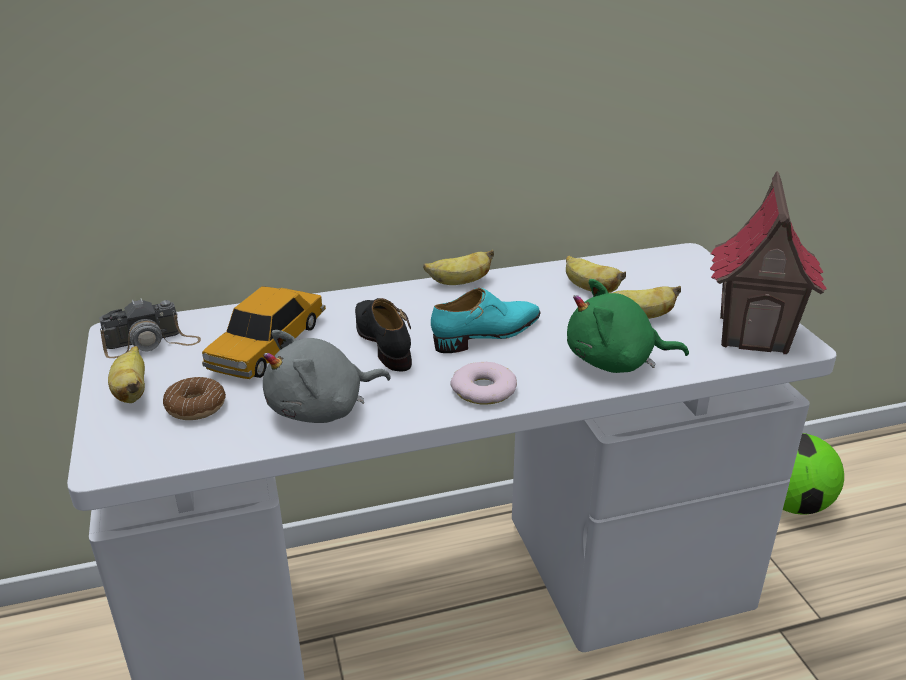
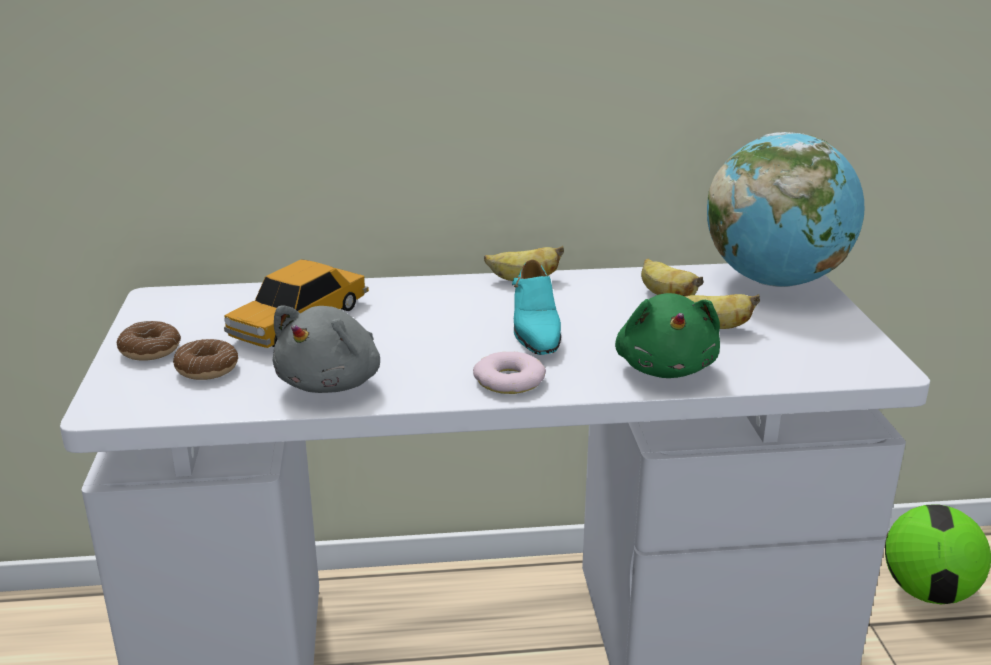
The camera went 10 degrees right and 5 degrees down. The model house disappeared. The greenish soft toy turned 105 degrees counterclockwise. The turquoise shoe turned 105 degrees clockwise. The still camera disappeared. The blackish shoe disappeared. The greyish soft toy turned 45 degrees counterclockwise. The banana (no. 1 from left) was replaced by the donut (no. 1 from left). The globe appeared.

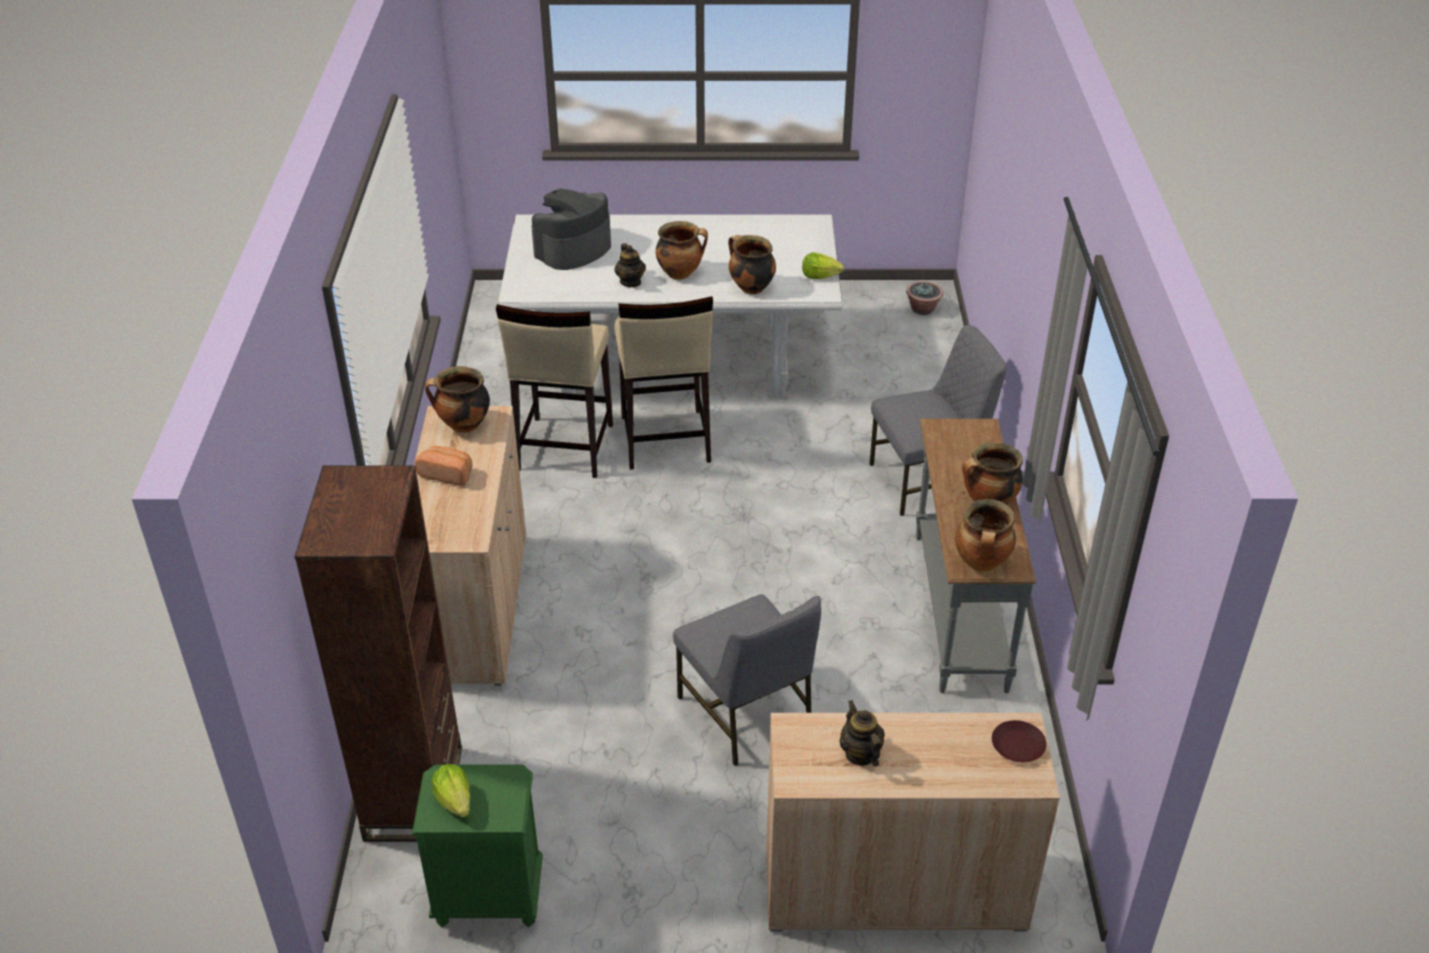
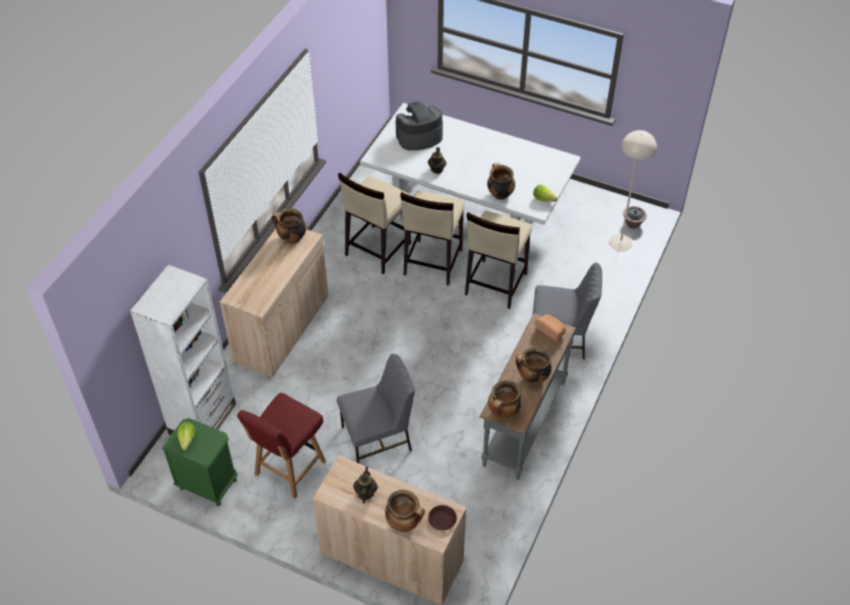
The camera went 25 degrees right and 10 degrees up. The cooking pot (no. 2 from left) moved. The bakery bread moved. The brown-coloured bookshelf became the white bookshelf. The greyish upright chair (no. 1 from left) turned 105 degrees counterclockwise. The beige-coloured floor lamp appeared. The beige-coloured stool (no. 3 from left) appeared. The red-coloured upright chair appeared.

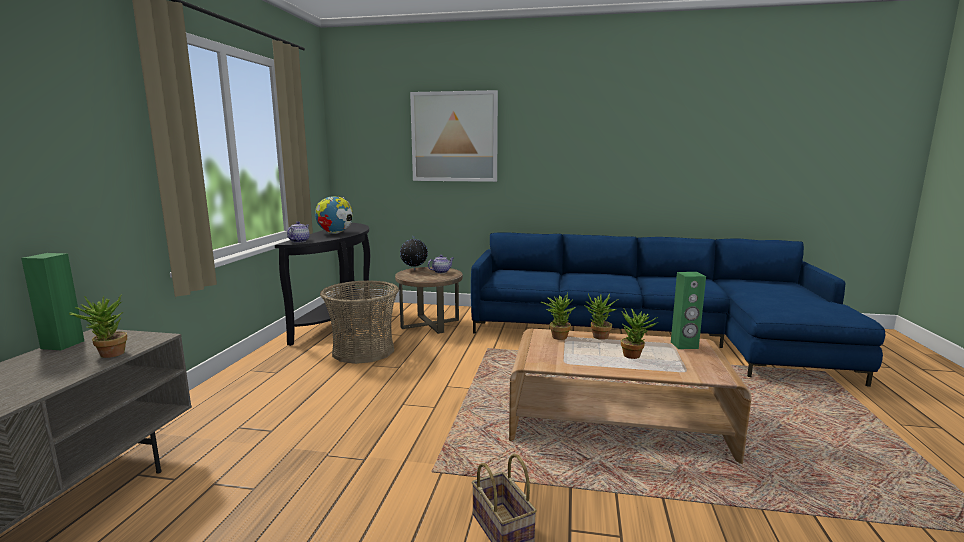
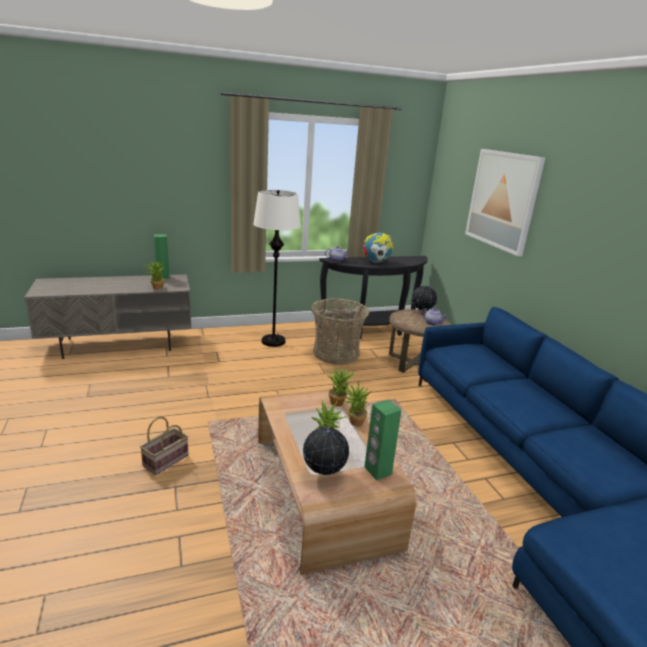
The camera went 60 degrees right and 10 degrees up. The white floor lamp appeared. The globe (no. 1 from left) appeared.

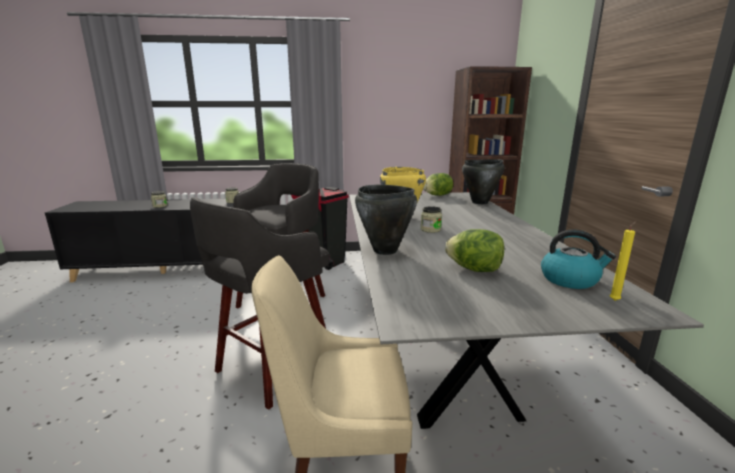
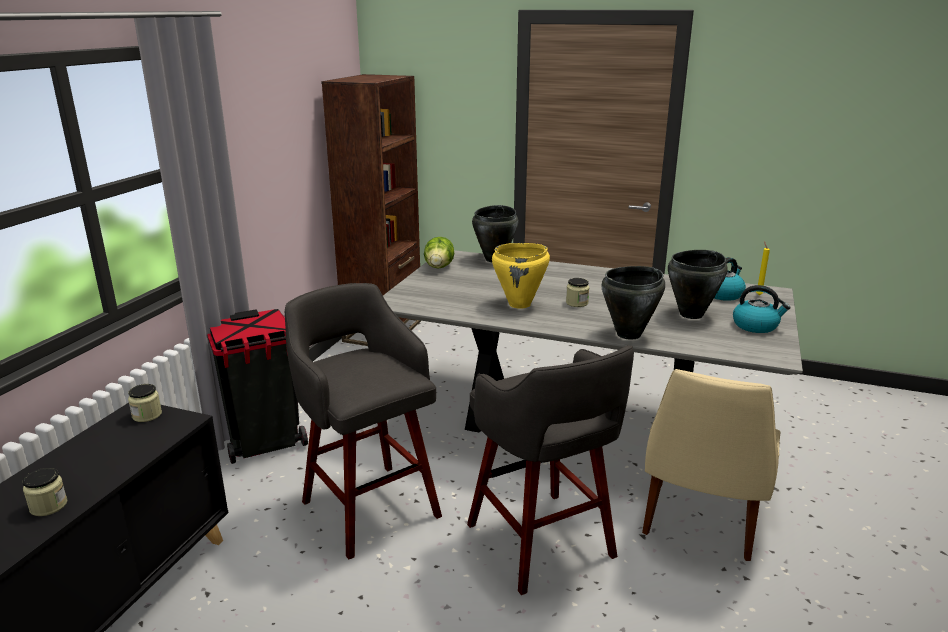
The camera went 65 degrees left and 5 degrees up. The lettuce (no. 2 from left) was replaced by the blackish cooking pot (no. 3 from left). The tea kettle (no. 2 from left) appeared.

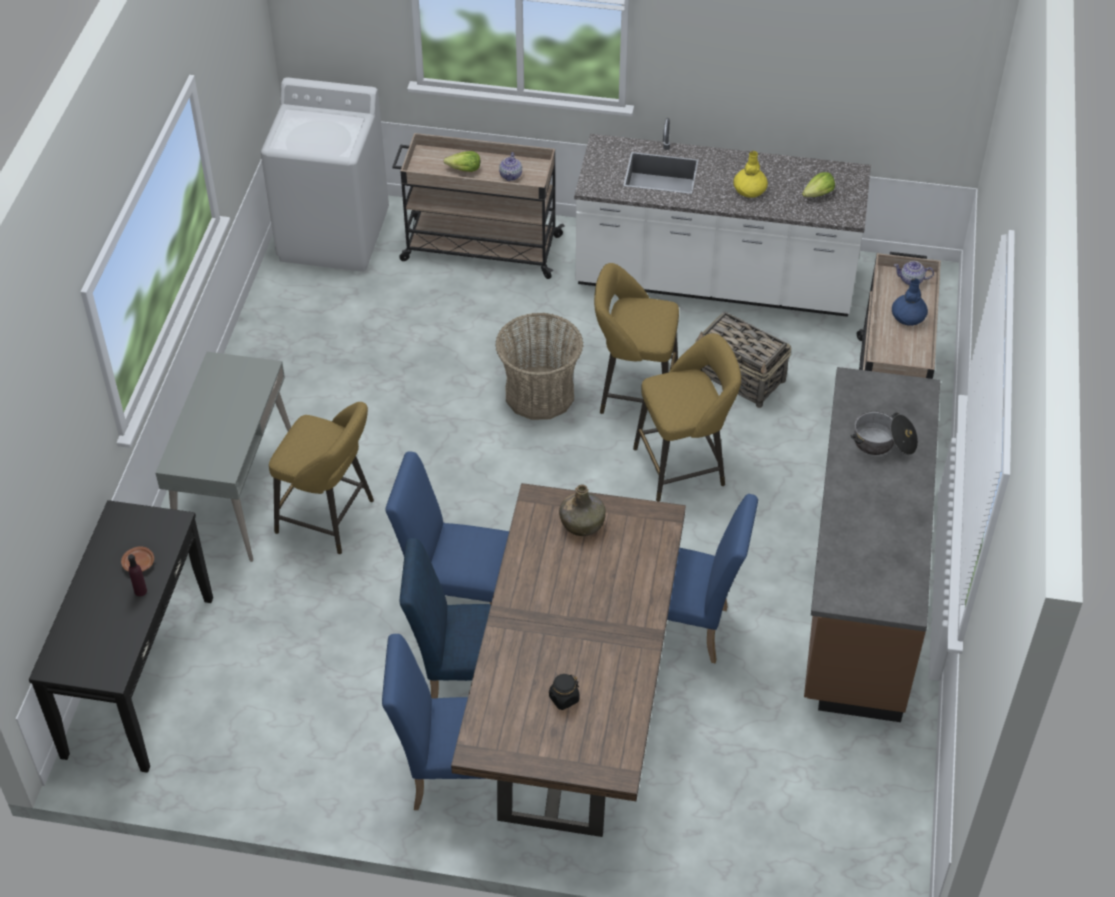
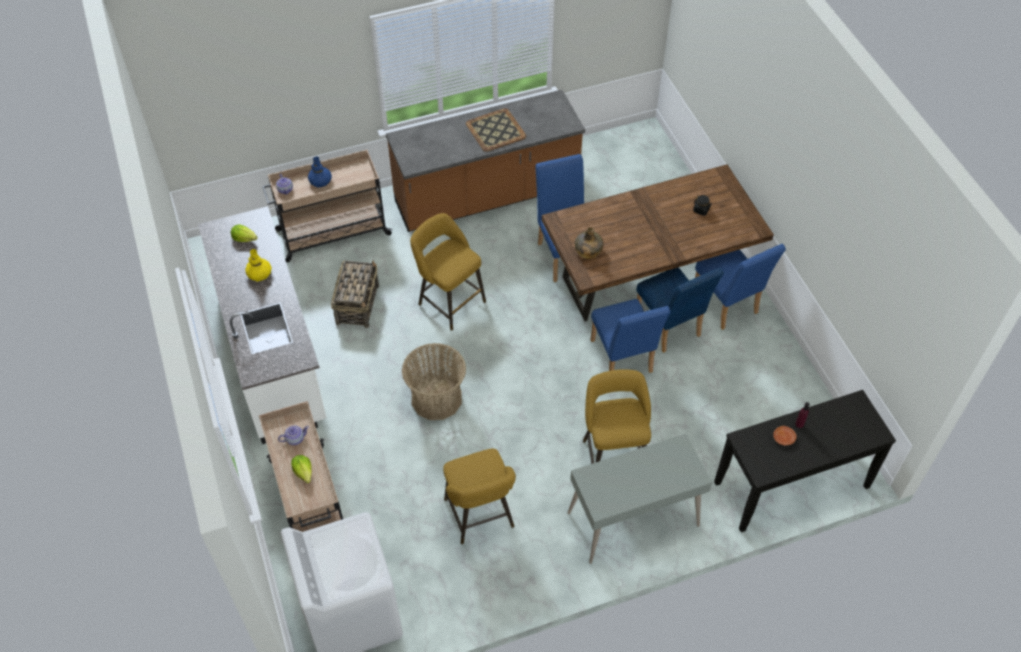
The camera went 120 degrees left and 5 degrees up. The yellow-coloured stool (no. 2 from left) moved. The cooking pot disappeared. The tray appeared.

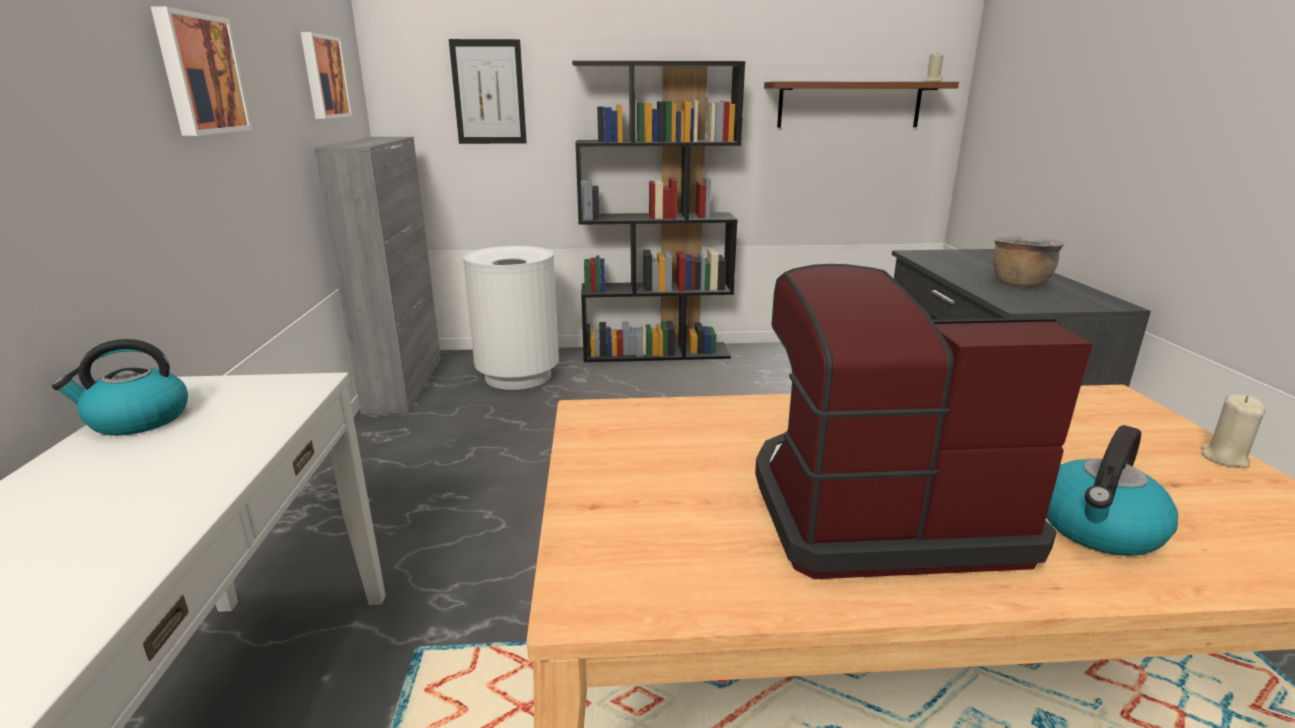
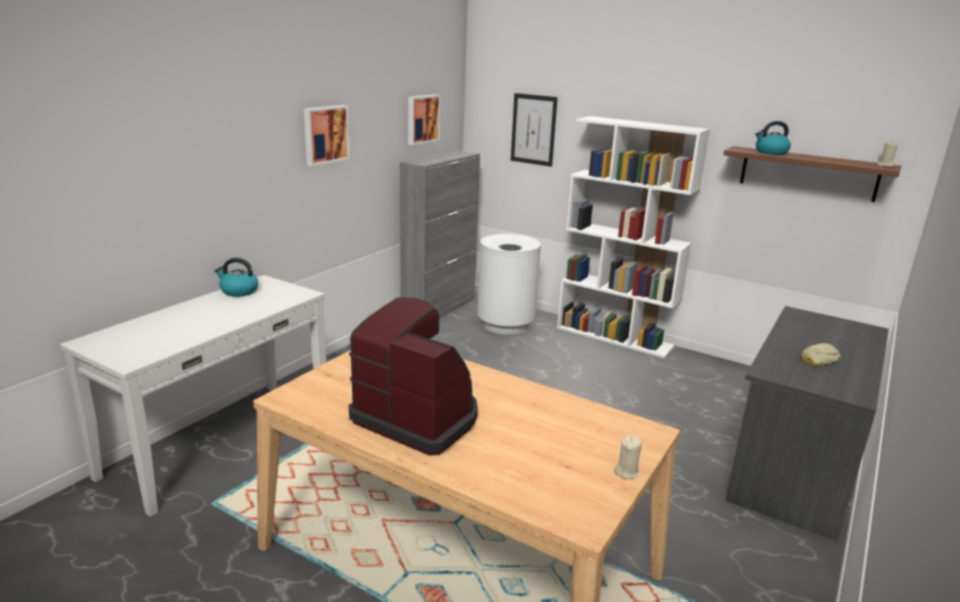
The camera went 35 degrees right and 0 degrees up. The blackish bookshelf became the white bookshelf. The brown-coloured cooking pot was replaced by the bakery bread. The tea kettle (no. 2 from left) moved.

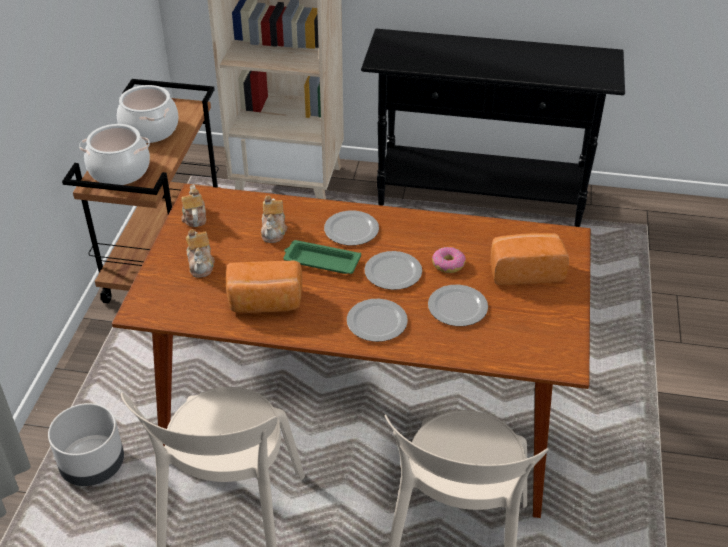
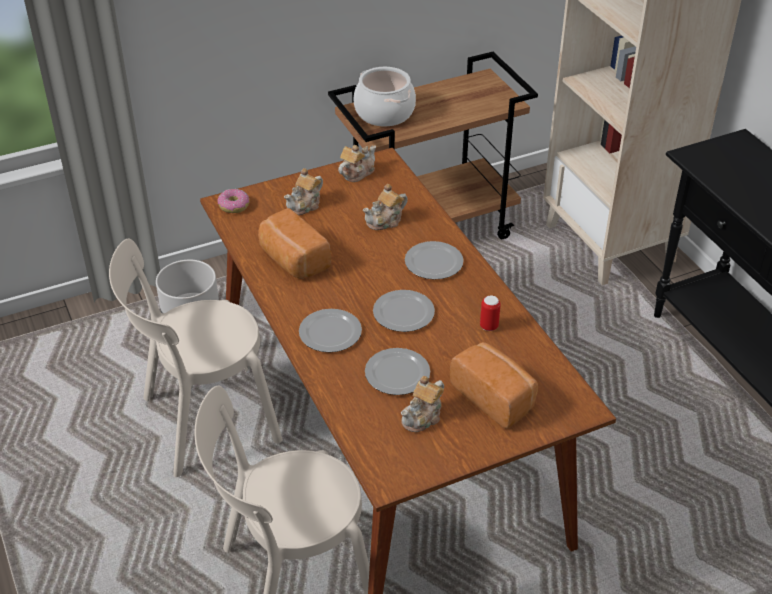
The camera went 55 degrees right and 0 degrees up. The cooking pot (no. 2 from left) disappeared. The greenish tray disappeared. The donut moved. The metal can appeared. The tea pot (no. 4 from left) appeared.

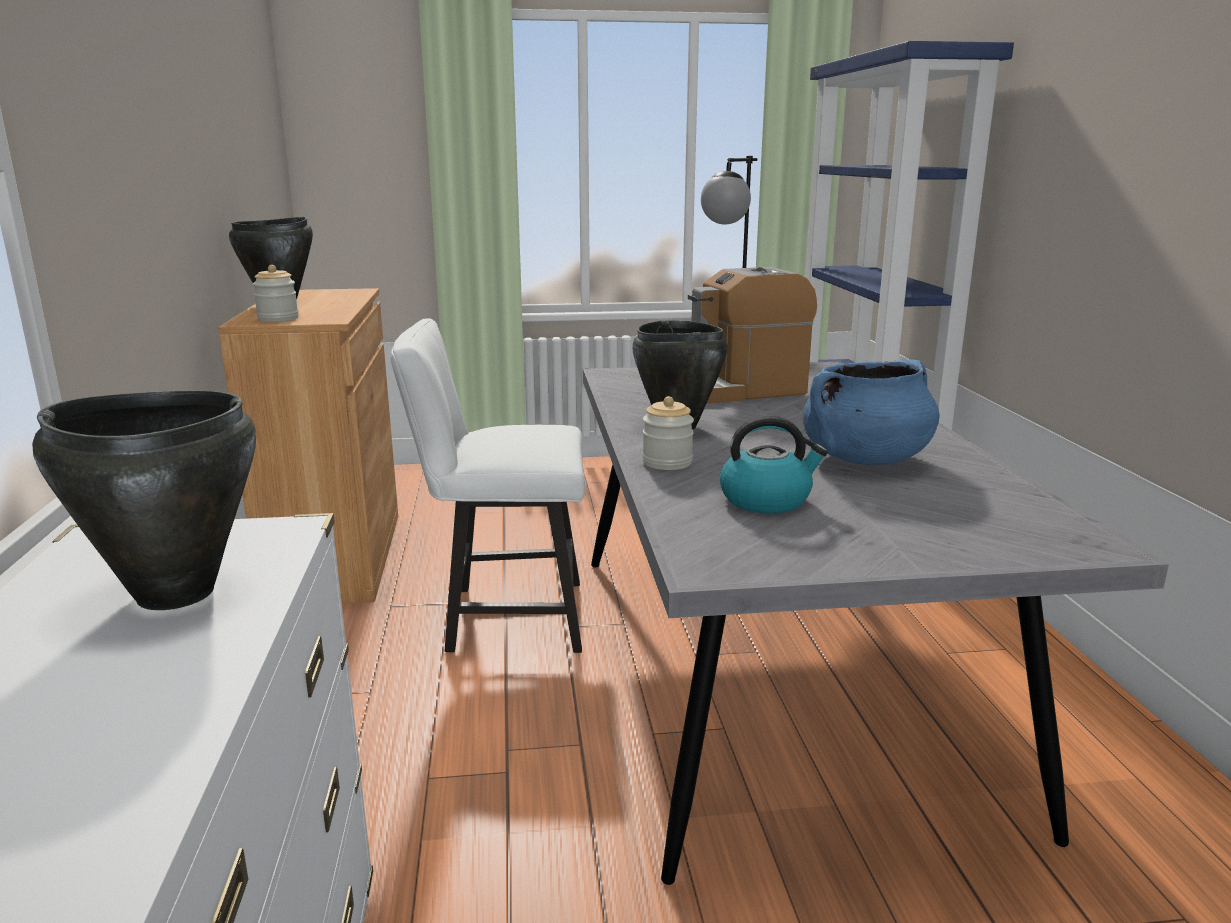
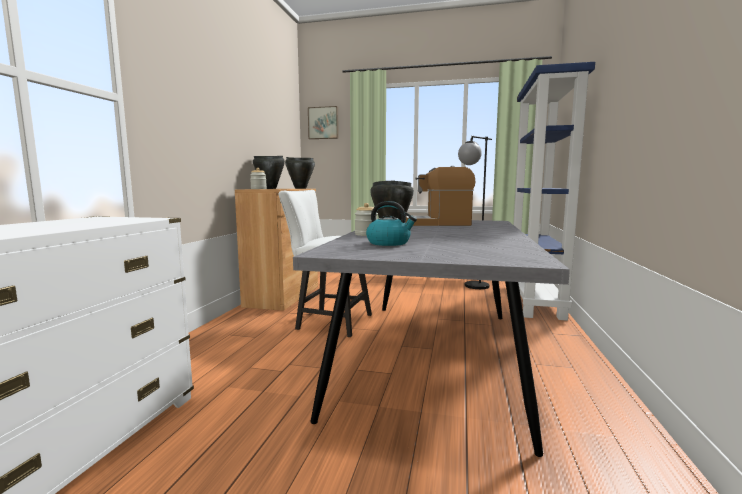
The camera went 20 degrees right and 10 degrees down. The blue-coloured cooking pot disappeared. The blackish cooking pot (no. 1 from left in the first image) moved. The wall art appeared.

